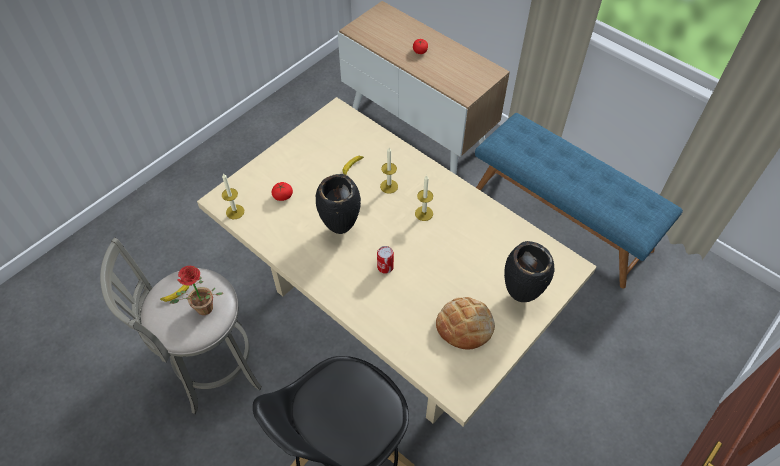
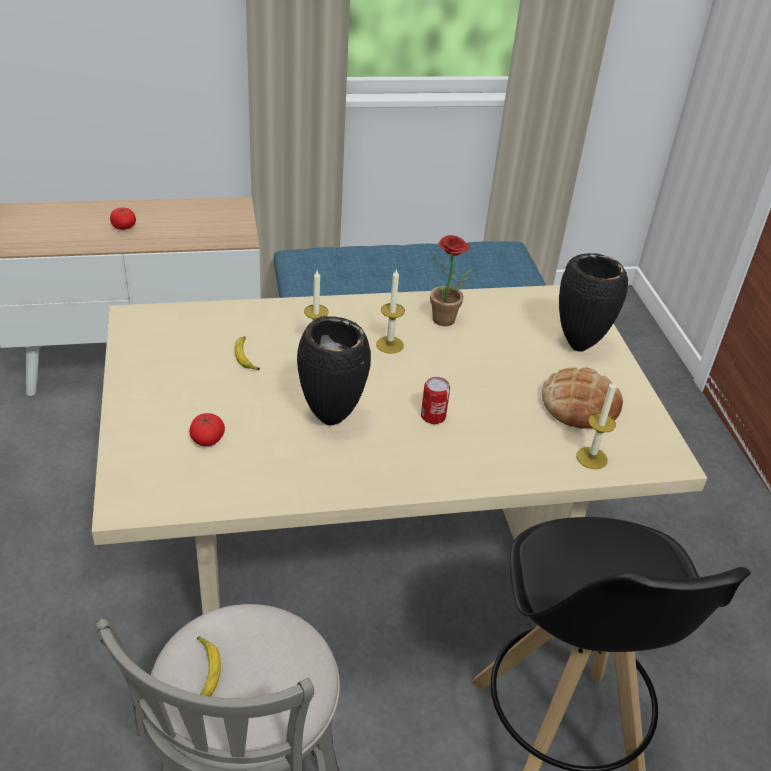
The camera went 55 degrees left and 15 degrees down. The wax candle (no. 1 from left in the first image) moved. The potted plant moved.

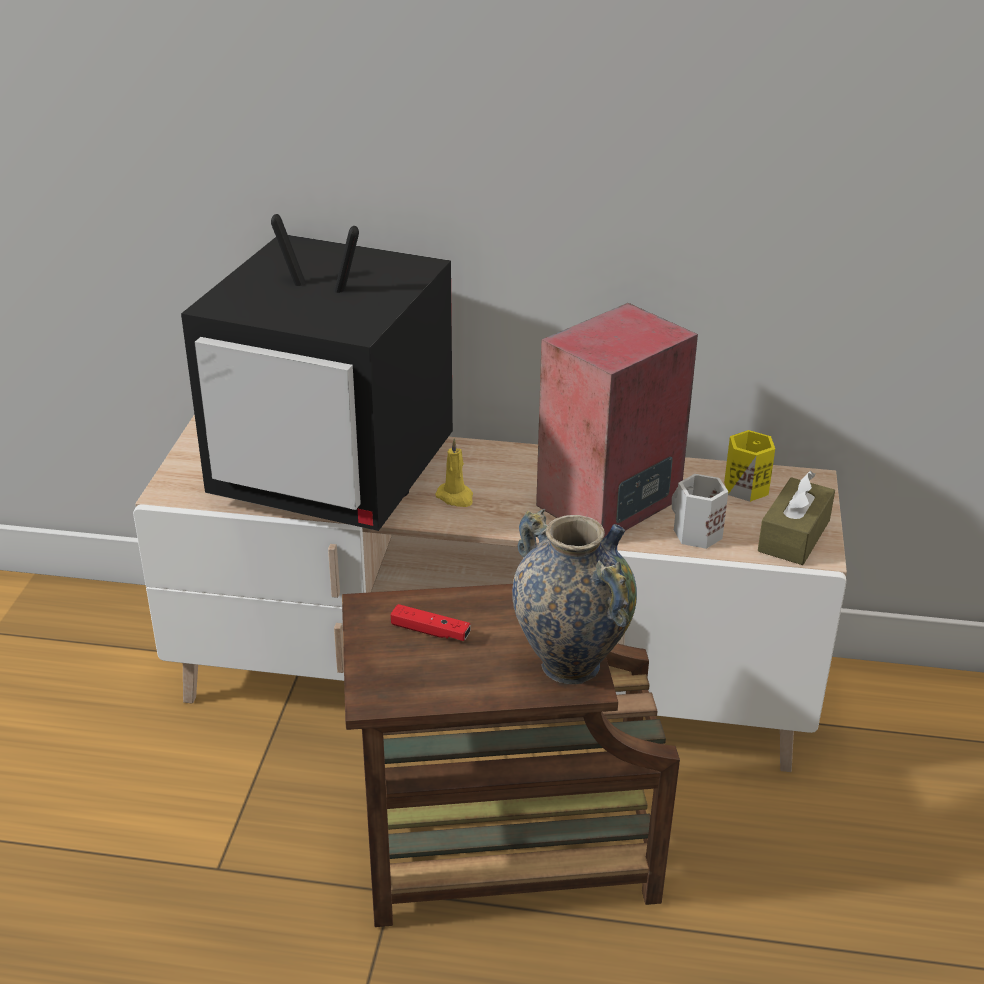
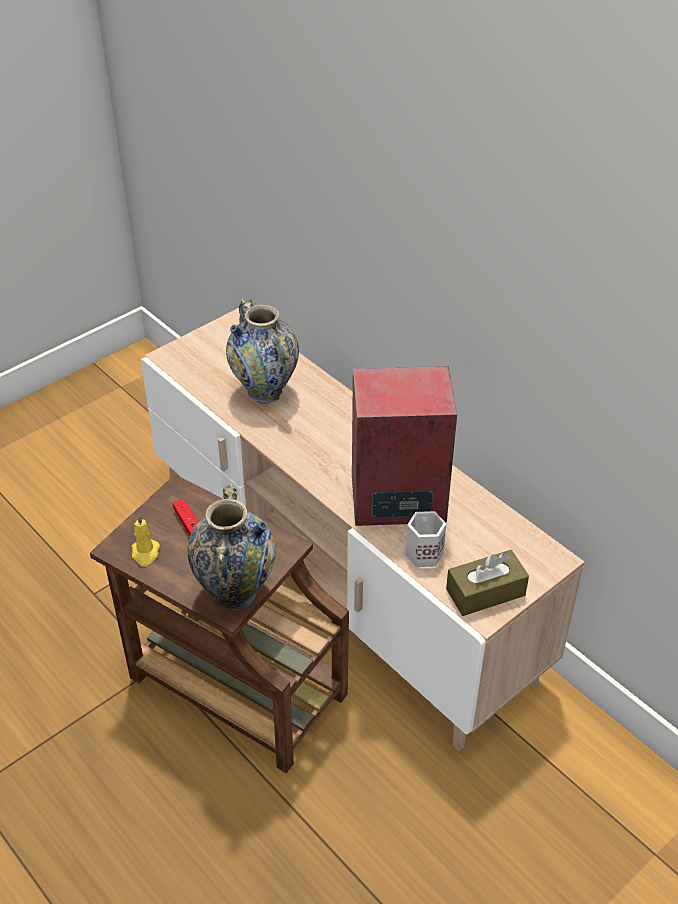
The camera went 40 degrees right and 10 degrees up. The TV was replaced by the vase (no. 2 from left). The yellow-coloured tea mug disappeared. The yellow-coloured wax candle moved.

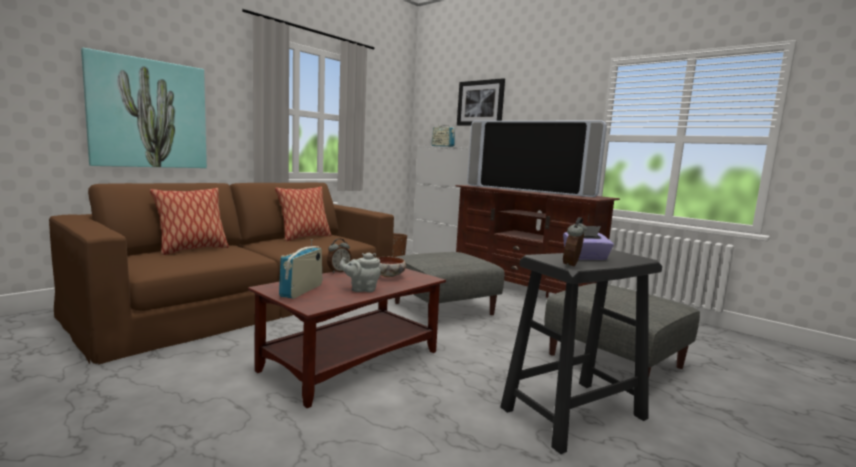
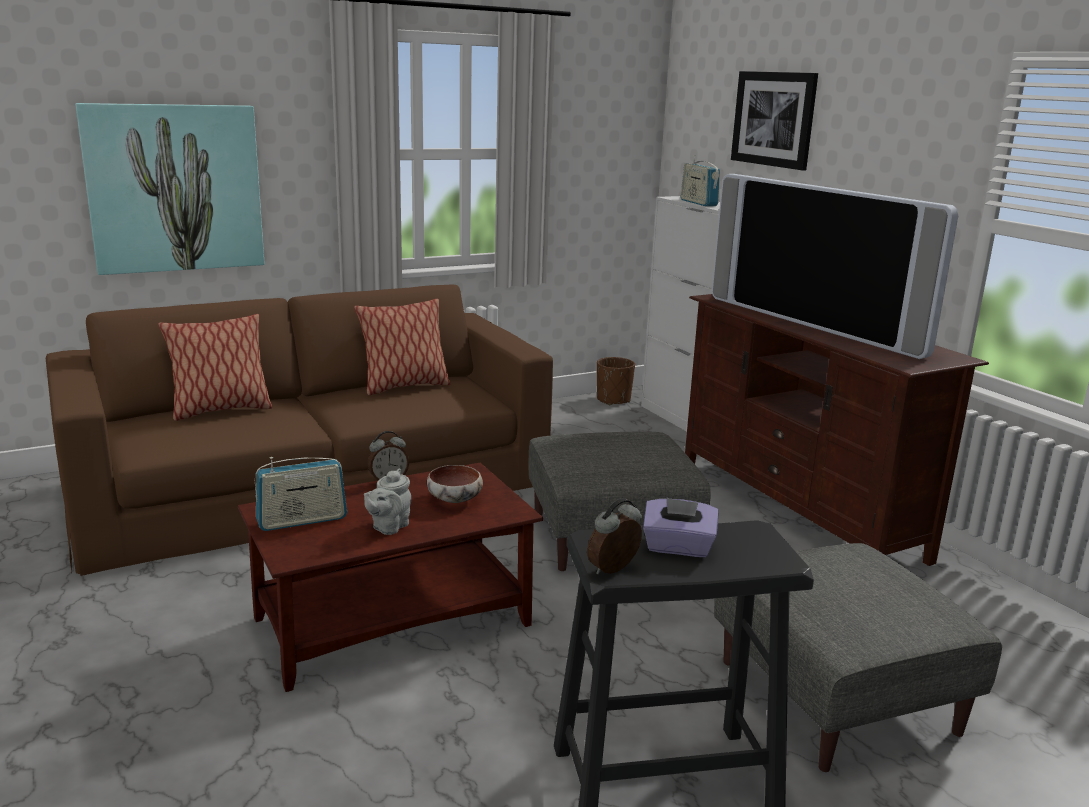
The camera went 20 degrees right and 10 degrees up. The radio set (no. 1 from left) turned 150 degrees counterclockwise. The greyish tea pot turned 75 degrees counterclockwise.

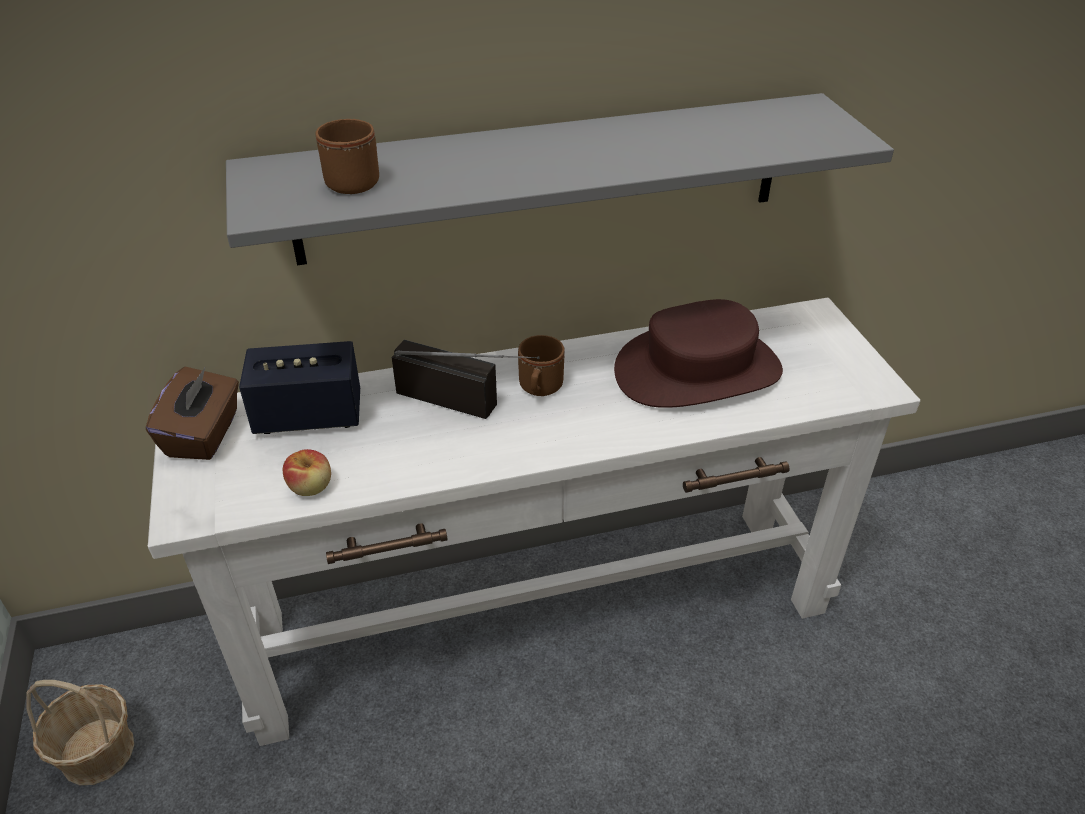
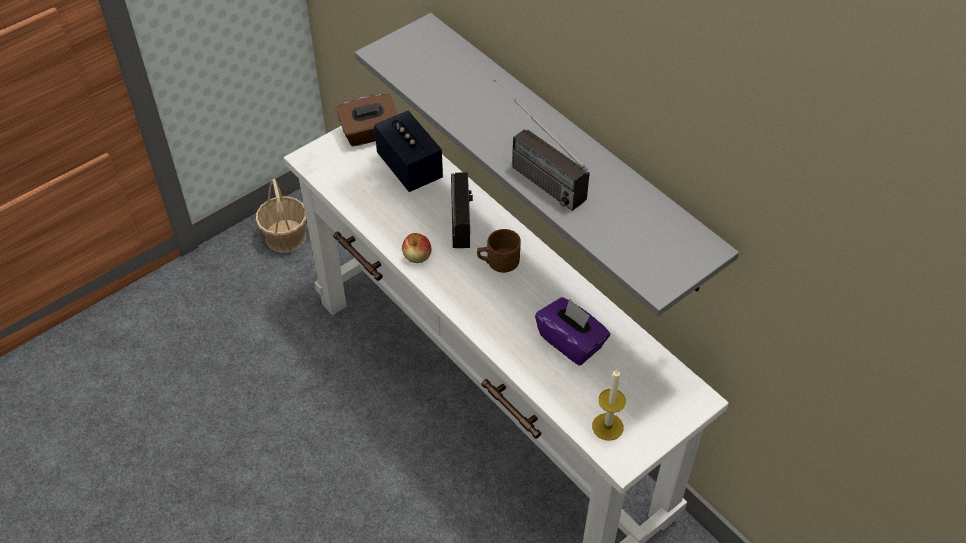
The camera went 65 degrees right and 10 degrees up. The brown-coloured tea mug (no. 1 from left) disappeared. The brown-coloured clothing hat was replaced by the purple-coloured tissue holder. The whole apple moved. The radio set (no. 2 from left) appeared. The wax candle appeared.

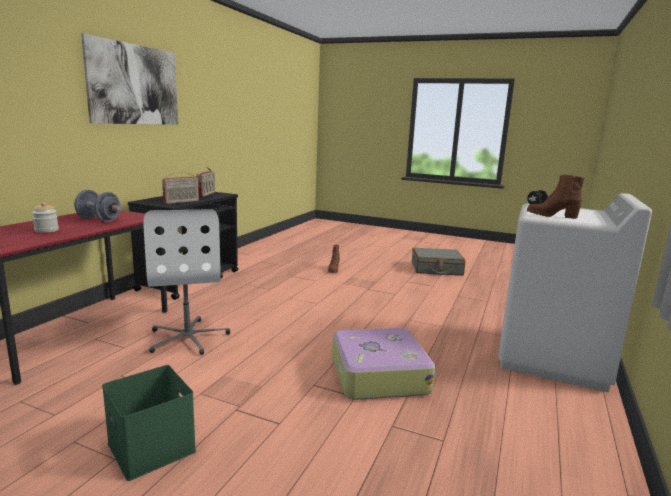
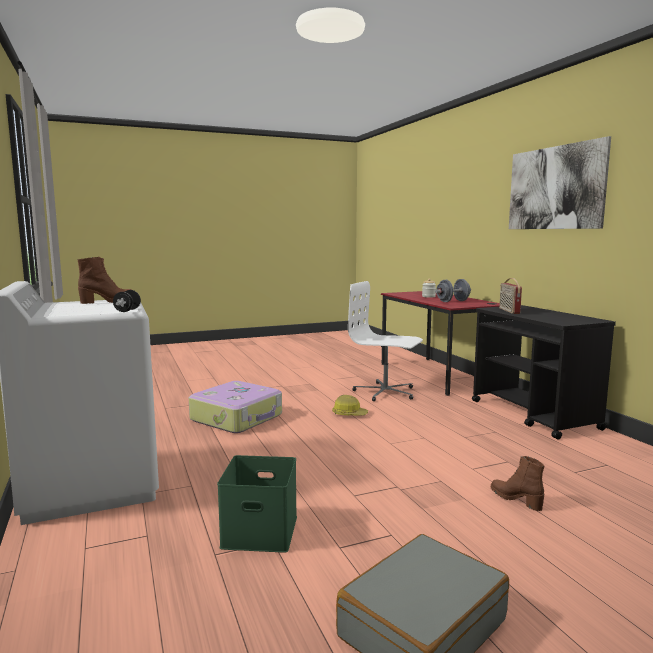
The camera went 135 degrees right and 5 degrees down. The radio set (no. 2 from left) disappeared. The greenish storage container moved. The work helmet appeared.

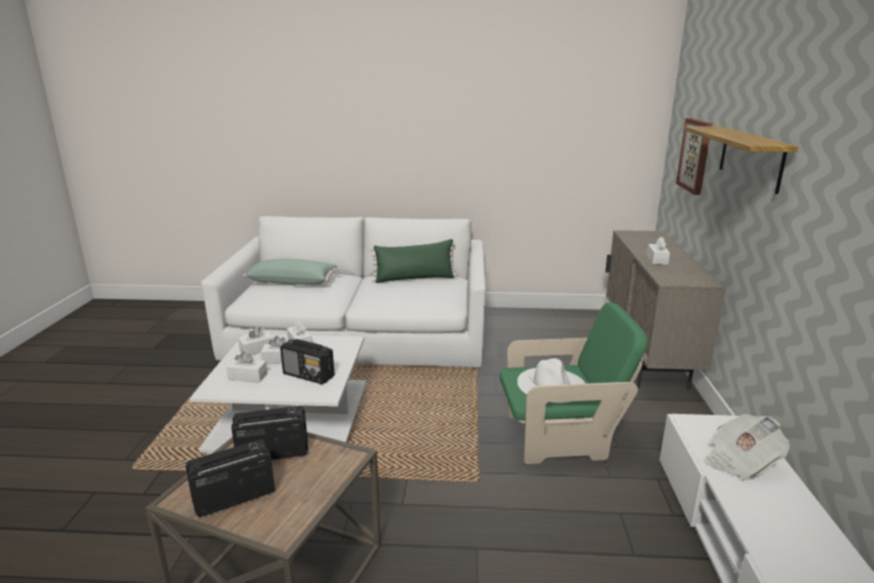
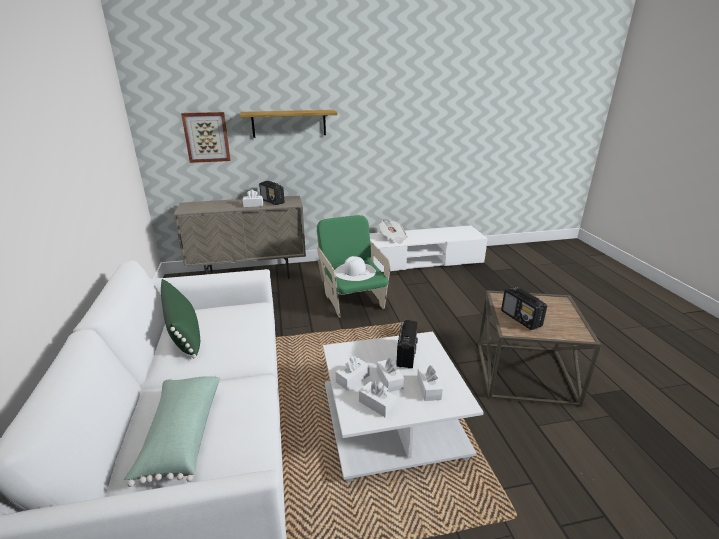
The camera went 105 degrees left and 5 degrees up. The radio set (no. 1 from left) moved.

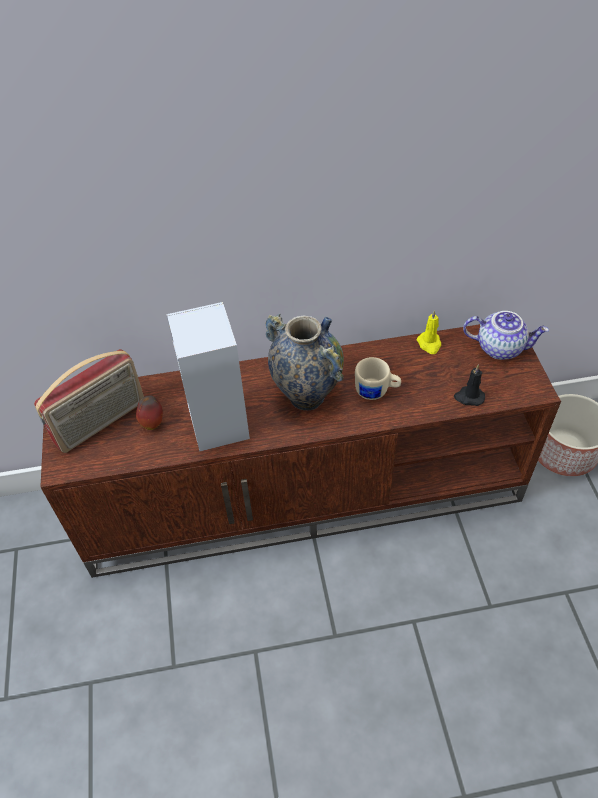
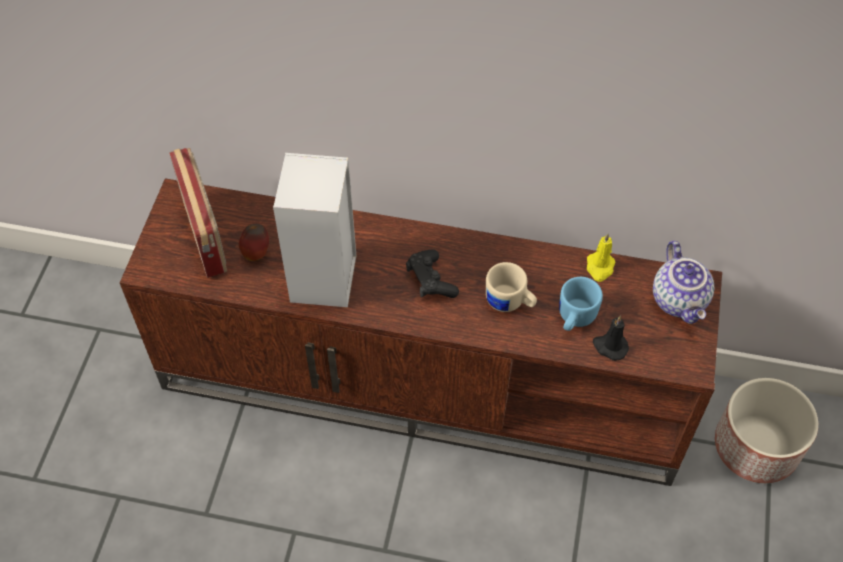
The camera went 20 degrees right and 5 degrees up. The tea pot turned 45 degrees clockwise. The vase was replaced by the blackish game controller. The radio set turned 90 degrees counterclockwise. The blue-coloured tea mug appeared.

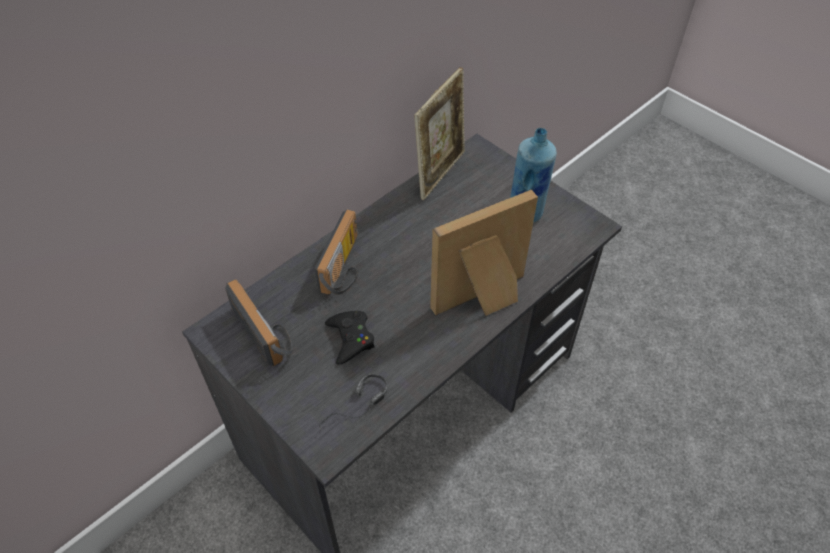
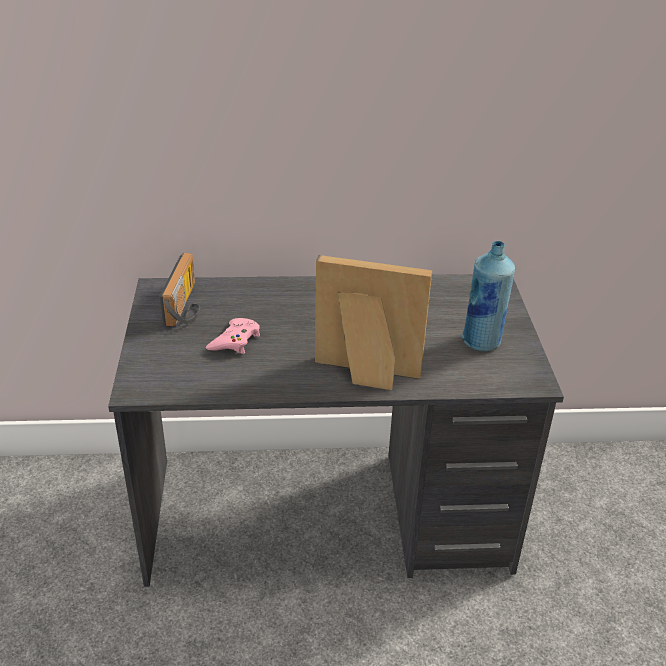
The camera went 40 degrees right and 15 degrees down. The picture frame (no. 1 from left) disappeared. The radio set (no. 2 from left) disappeared. The blackish game controller became the pinkish game controller. The pair of headphones disappeared.

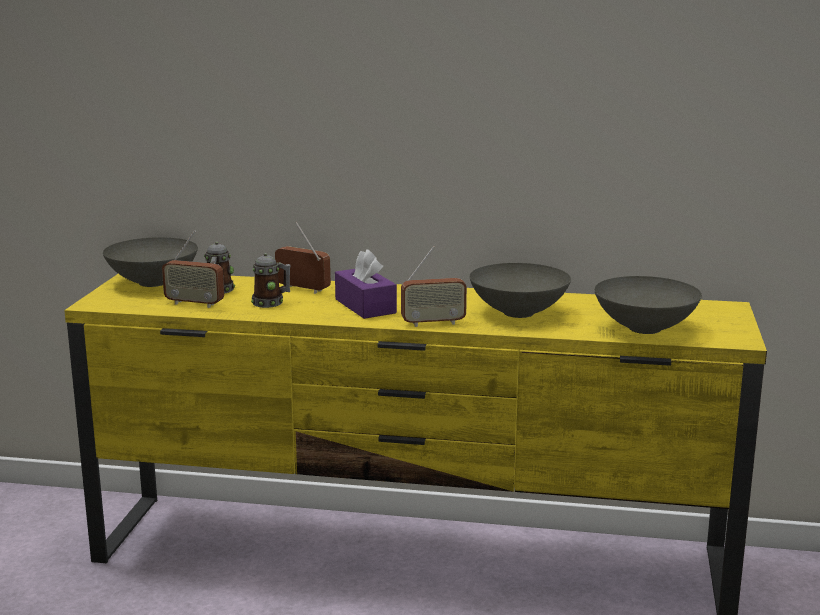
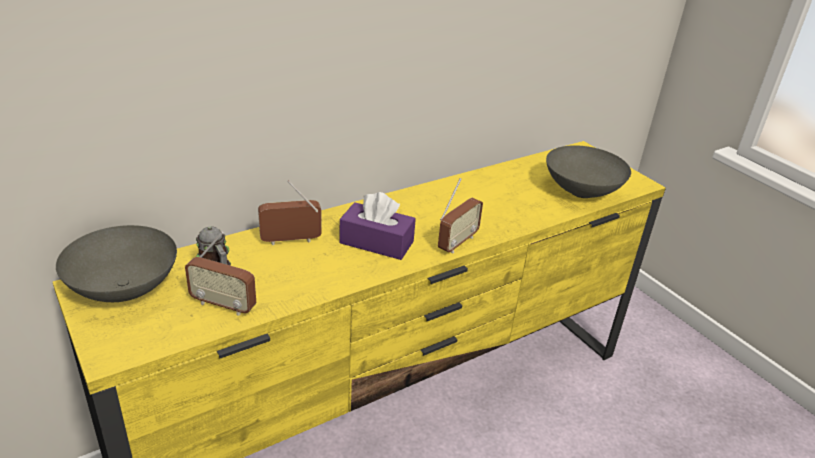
The camera went 45 degrees left and 15 degrees up. The radio set (no. 1 from left) turned 45 degrees clockwise. The tea mug (no. 2 from left) disappeared. The greyish bowl (no. 2 from left) disappeared.

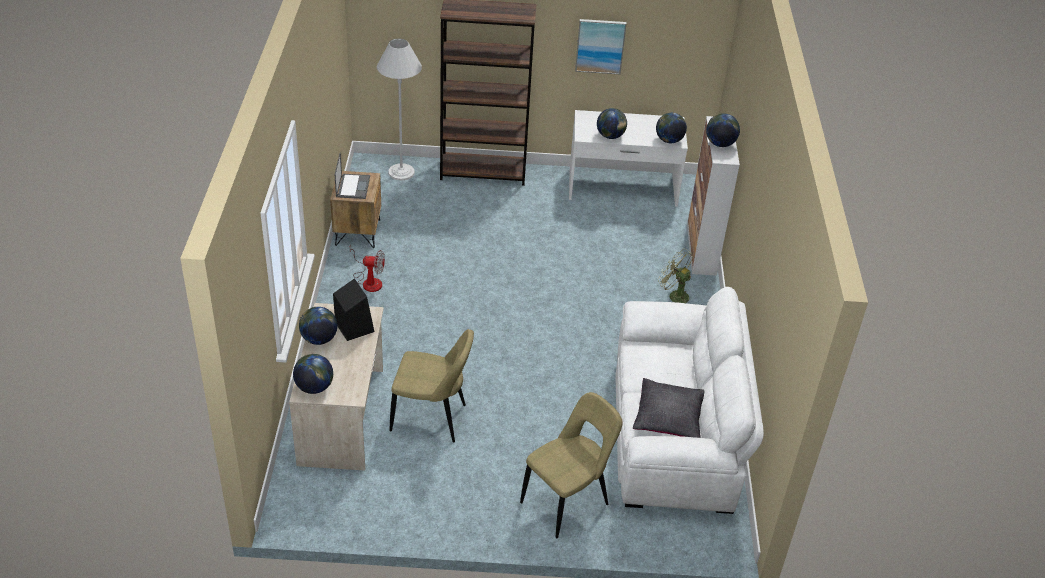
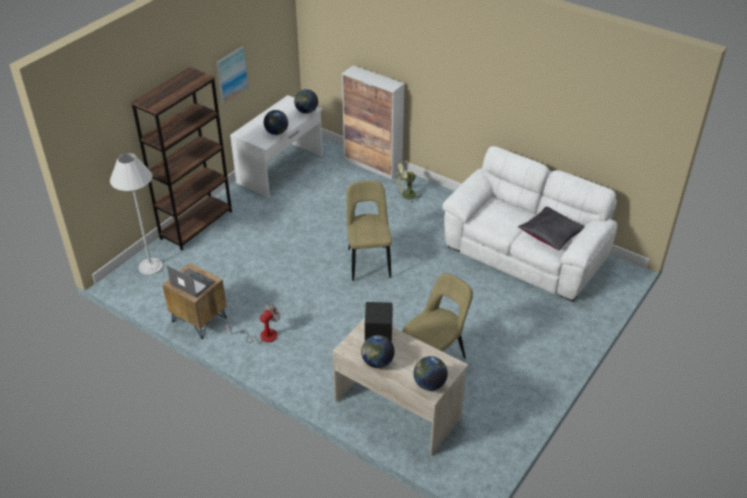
The camera went 55 degrees left and 0 degrees up. The globe (no. 5 from left) disappeared. The beige-coloured upright chair (no. 2 from left in the first image) moved.

